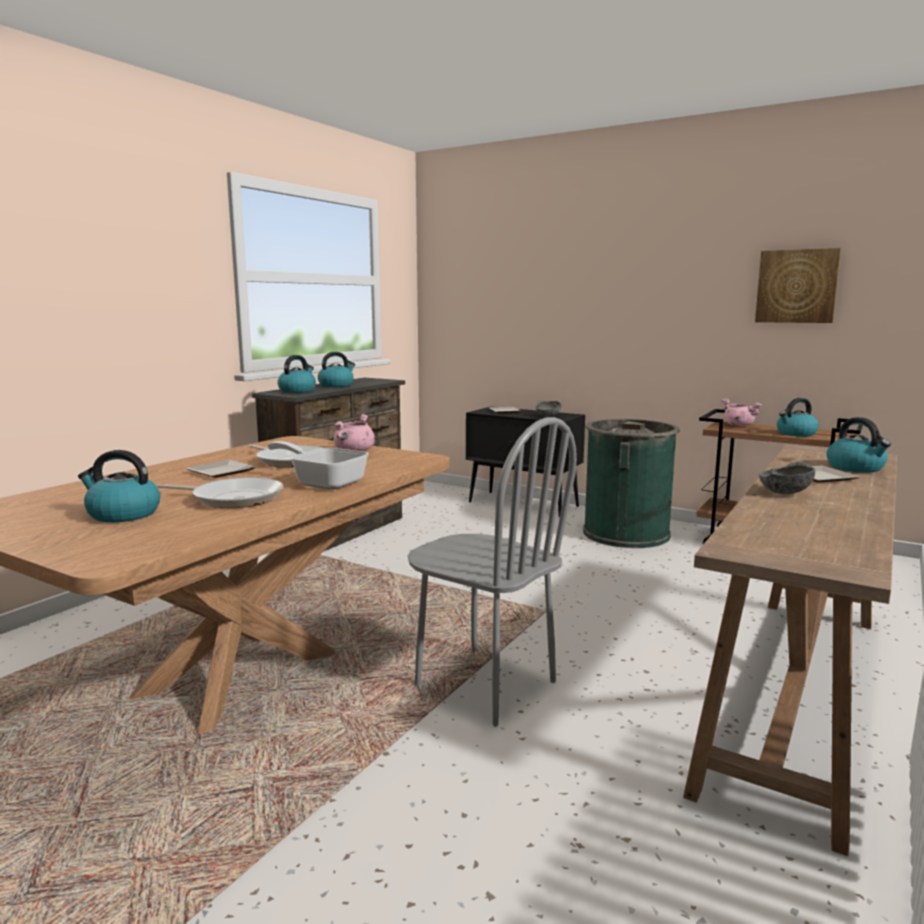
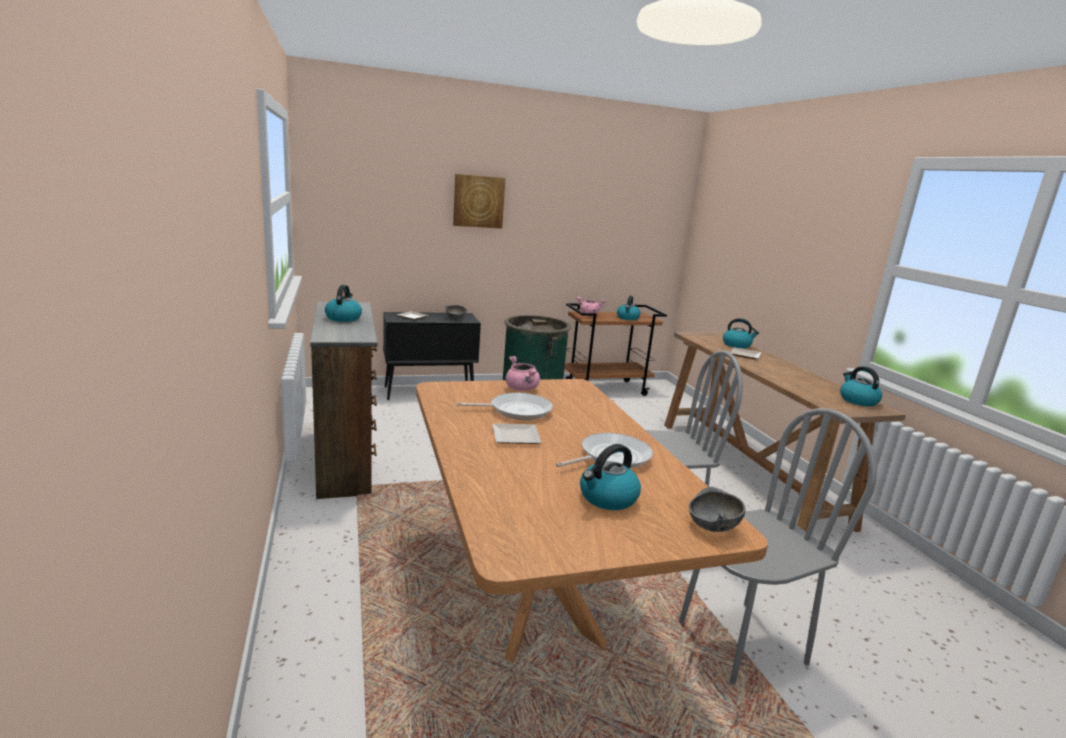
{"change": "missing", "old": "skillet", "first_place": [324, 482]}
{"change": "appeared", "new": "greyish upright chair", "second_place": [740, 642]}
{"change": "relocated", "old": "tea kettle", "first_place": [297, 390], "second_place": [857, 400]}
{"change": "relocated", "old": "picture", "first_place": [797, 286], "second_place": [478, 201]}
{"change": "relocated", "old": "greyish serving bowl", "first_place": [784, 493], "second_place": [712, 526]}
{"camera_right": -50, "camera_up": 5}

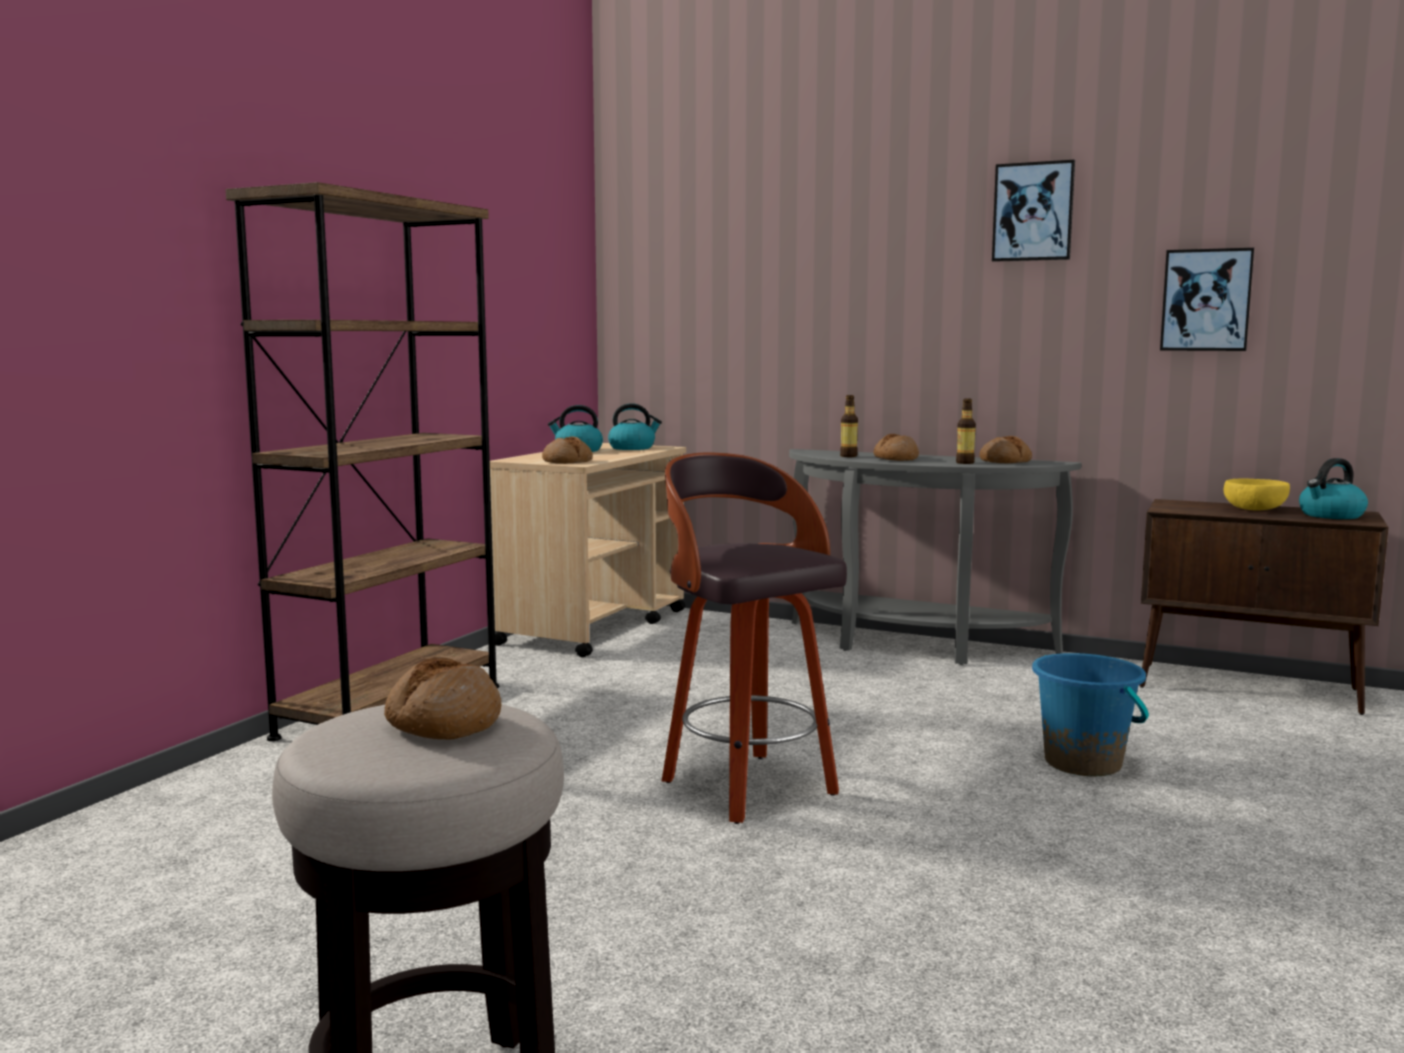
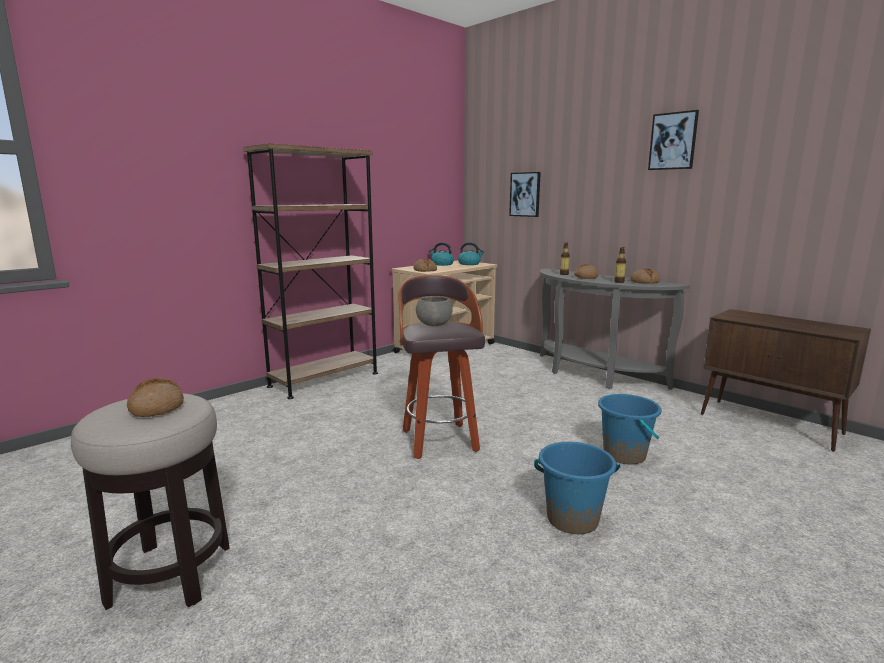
{"change": "missing", "old": "yellow-coloured serving bowl", "first_place": [1255, 509]}
{"change": "missing", "old": "tea kettle", "first_place": [1331, 515]}
{"change": "appeared", "new": "greyish serving bowl", "second_place": [434, 325]}
{"change": "appeared", "new": "blue-coloured water bucket", "second_place": [572, 519]}
{"change": "relocated", "old": "picture", "first_place": [1206, 300], "second_place": [525, 194]}
{"camera_right": 20, "camera_up": 5}

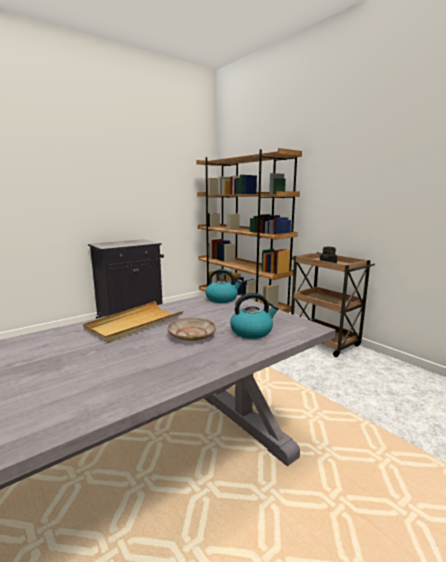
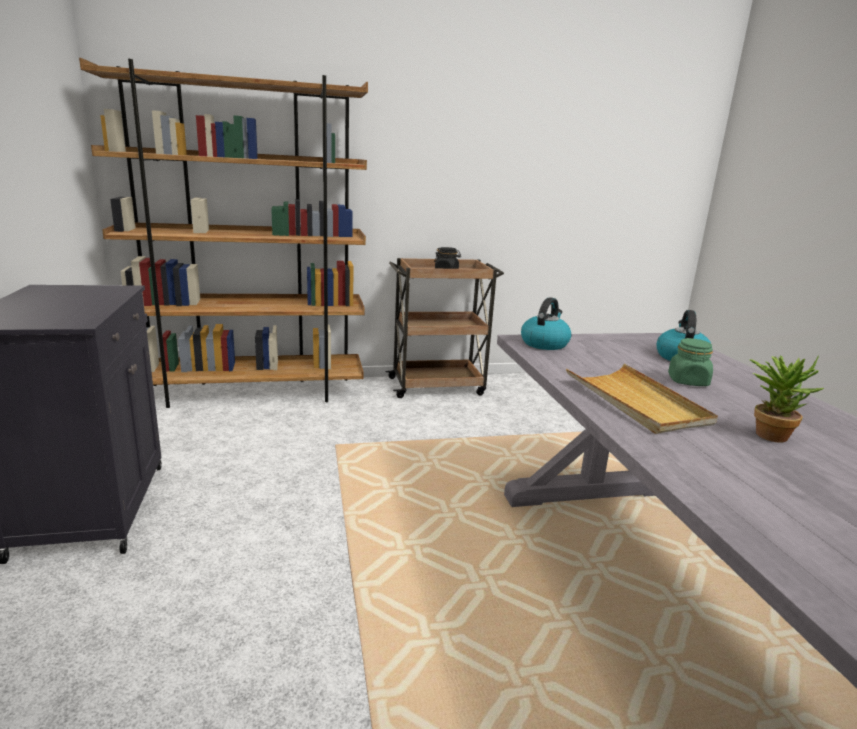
{"change": "appeared", "new": "potted plant", "second_place": [769, 433]}
{"change": "exchanged", "old": "beige-coloured dinner plate", "new": "green preserve jar", "first_place": [192, 335], "second_place": [688, 381]}
{"camera_right": -65, "camera_up": 5}

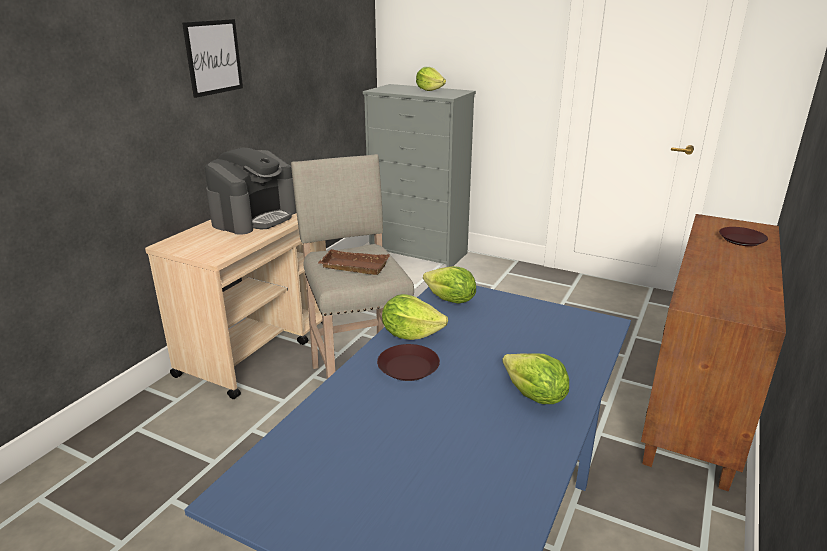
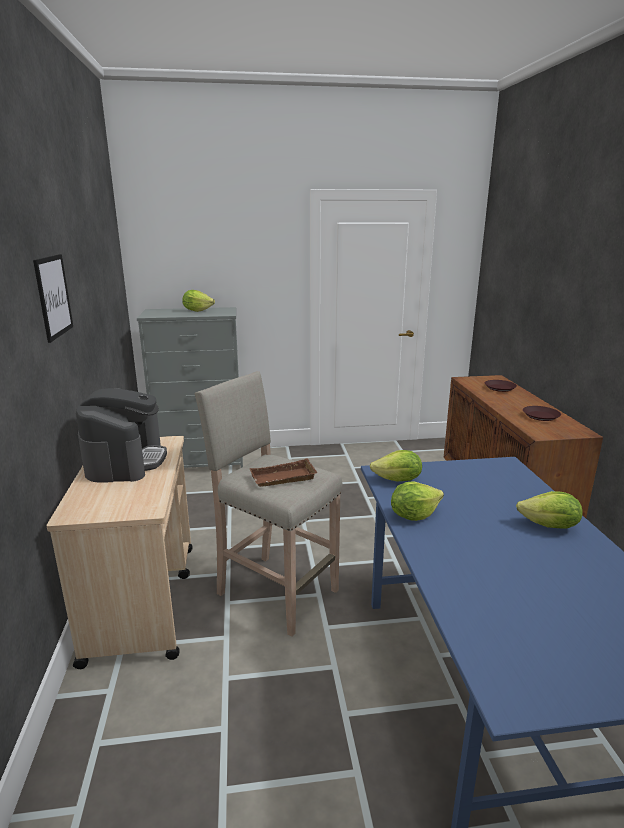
{"change": "relocated", "old": "brownish dinner plate", "first_place": [408, 368], "second_place": [541, 416]}
{"camera_right": -35, "camera_up": -5}

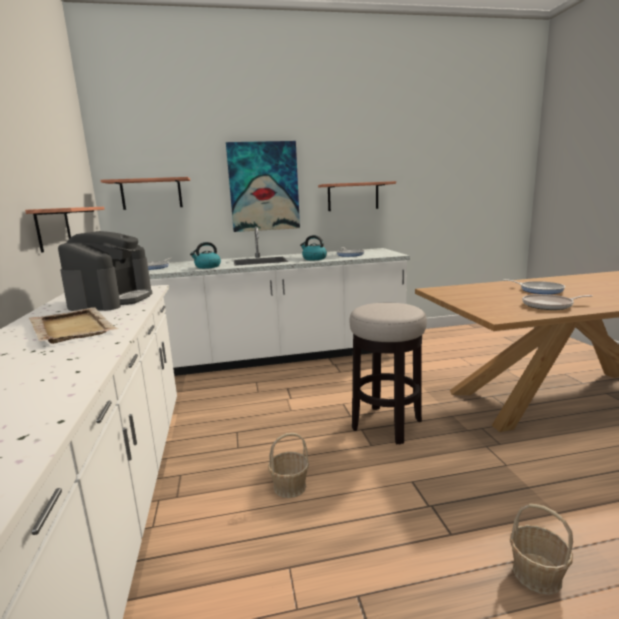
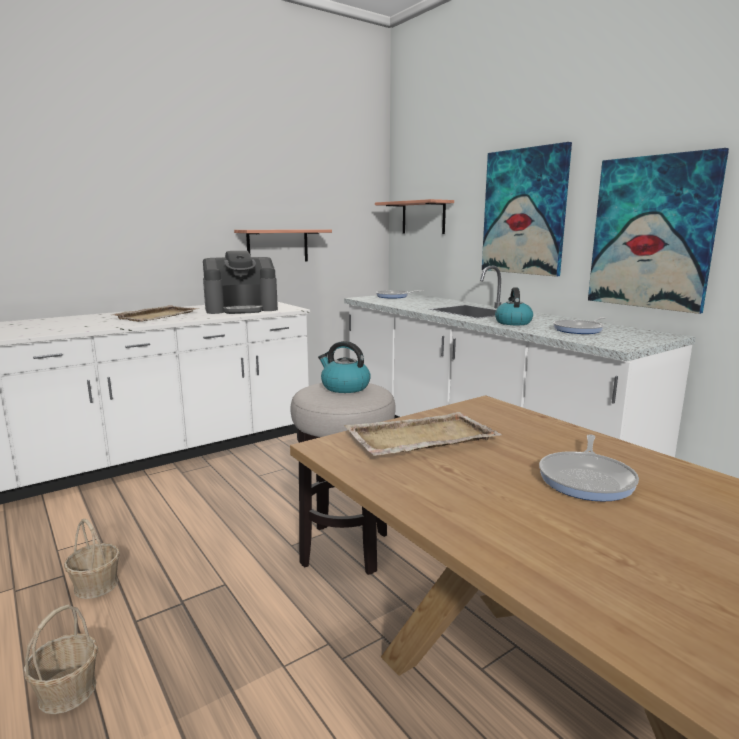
{"change": "missing", "old": "skillet", "first_place": [549, 306]}
{"change": "appeared", "new": "beige-coloured tray", "second_place": [419, 438]}
{"change": "relocated", "old": "tea kettle", "first_place": [207, 267], "second_place": [344, 387]}
{"change": "relocated", "old": "storage basket", "first_place": [289, 486], "second_place": [96, 585]}
{"change": "exchanged", "old": "bracket shelf", "new": "picture", "first_place": [353, 196], "second_place": [652, 233]}
{"camera_right": 65, "camera_up": 0}

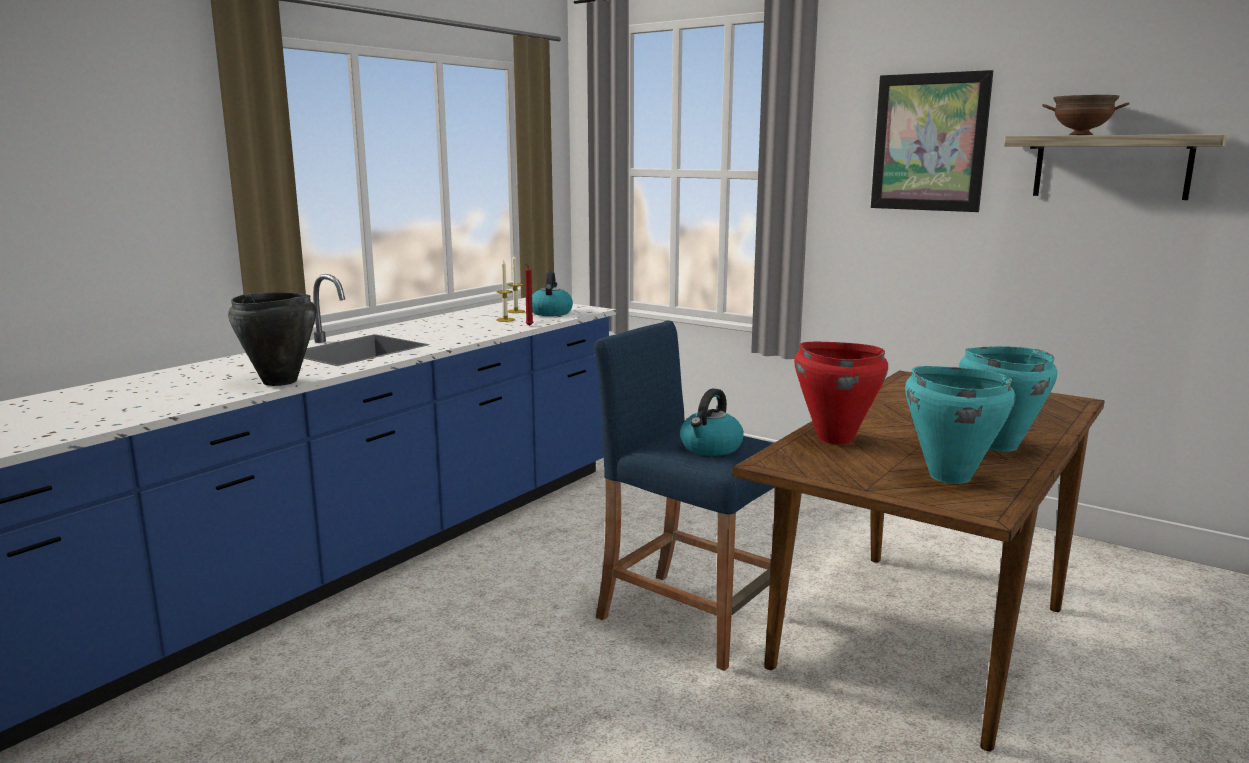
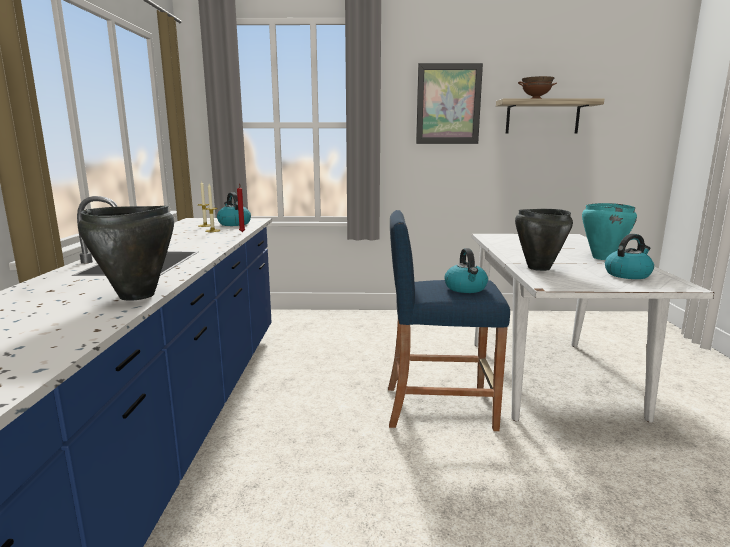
{"change": "exchanged", "old": "blue-green stockpot", "new": "tea kettle", "first_place": [949, 476], "second_place": [627, 274]}
{"change": "colour", "old": "brownish kitchen table", "new": "white-coloured kitchen table", "first_place": [920, 637], "second_place": [550, 377]}
{"change": "colour", "old": "reddish stockpot", "new": "blackish stockpot", "first_place": [834, 438], "second_place": [538, 268]}
{"camera_right": -35, "camera_up": 0}

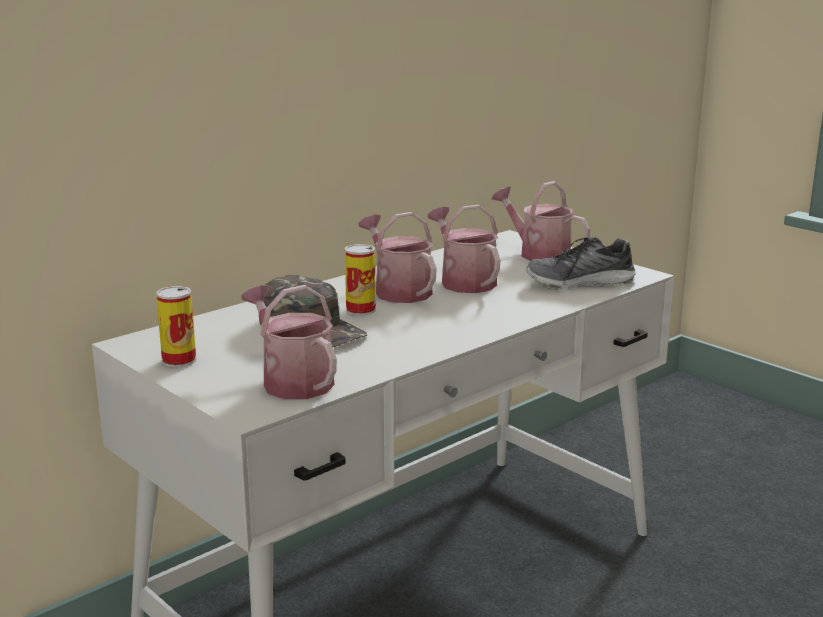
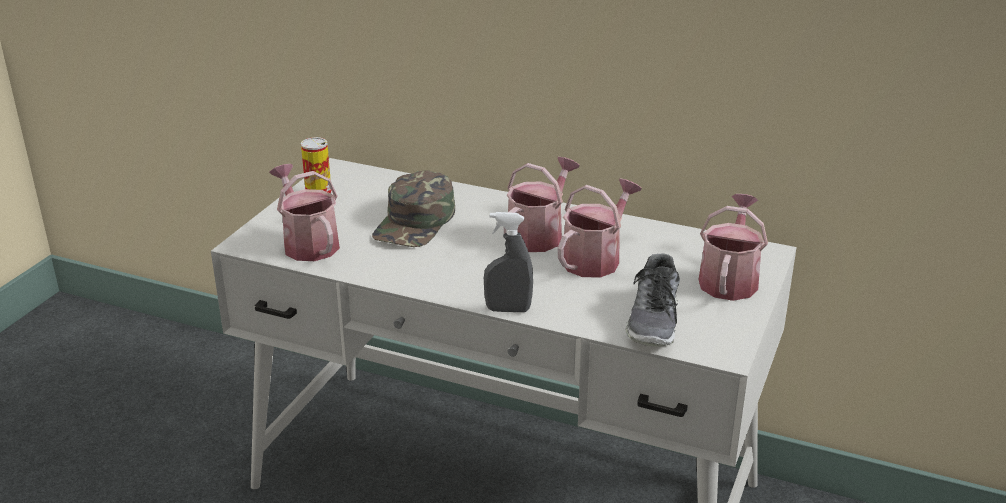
{"change": "missing", "old": "metal can", "first_place": [360, 310]}
{"change": "appeared", "new": "greyish sprayer", "second_place": [508, 309]}
{"change": "spun", "old": "sprinkling can", "first_place": [292, 380], "second_place": [308, 243], "degrees": -60}
{"change": "spun", "old": "item of footwear", "first_place": [580, 283], "second_place": [654, 320], "degrees": -135}
{"camera_right": 65, "camera_up": 10}

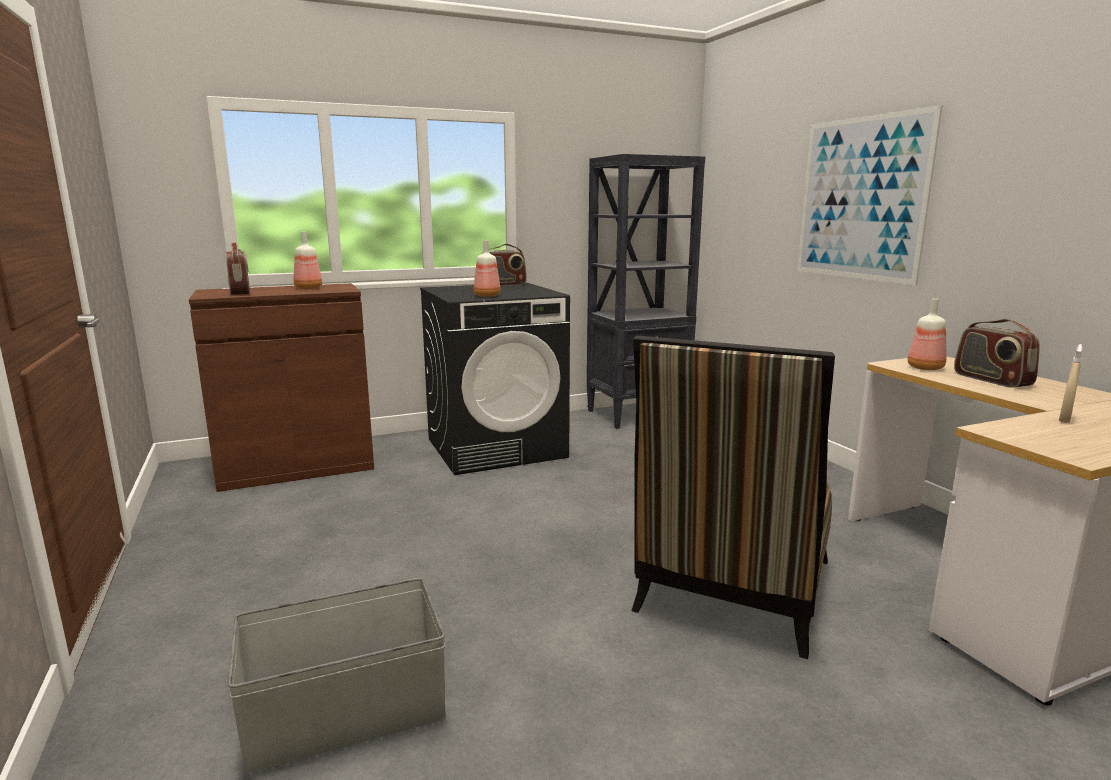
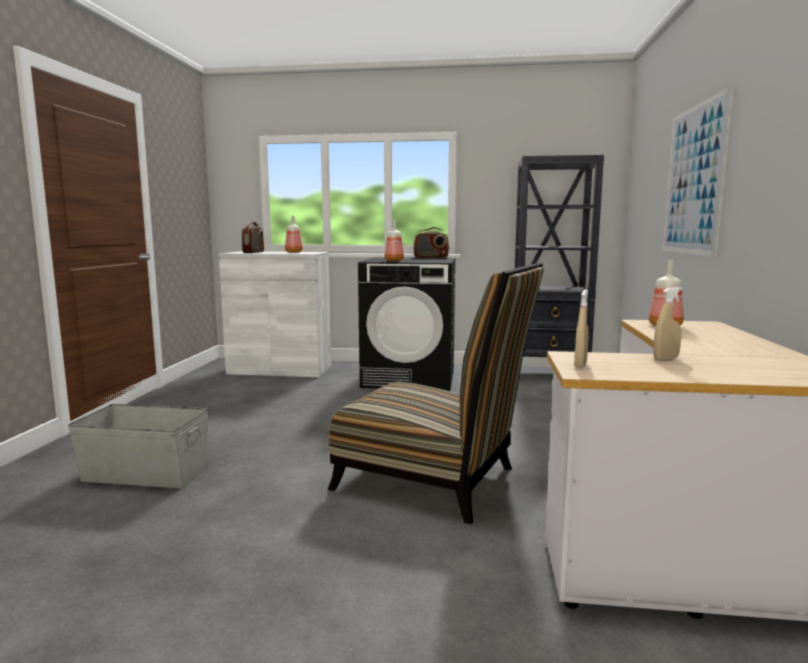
{"change": "missing", "old": "radio set", "first_place": [991, 380]}
{"change": "appeared", "new": "beige-coloured sprayer", "second_place": [580, 365]}
{"change": "colour", "old": "brownish cabinet", "new": "white-coloured cabinet", "first_place": [297, 467], "second_place": [280, 370]}
{"change": "spun", "old": "upright chair", "first_place": [731, 592], "second_place": [435, 481], "degrees": -120}
{"camera_right": 30, "camera_up": -5}

